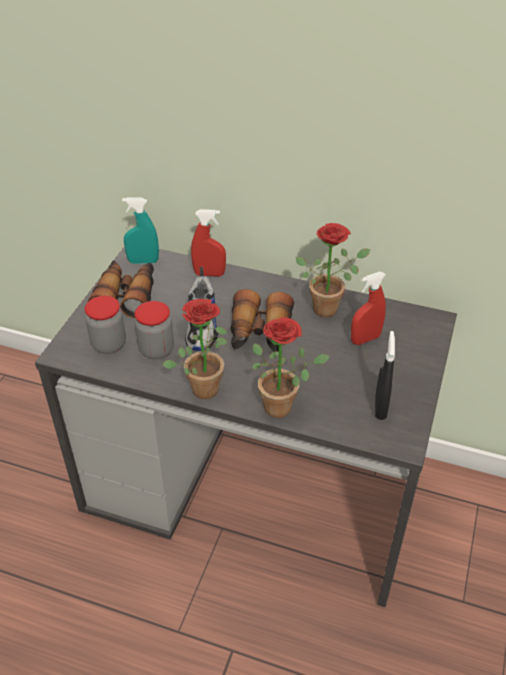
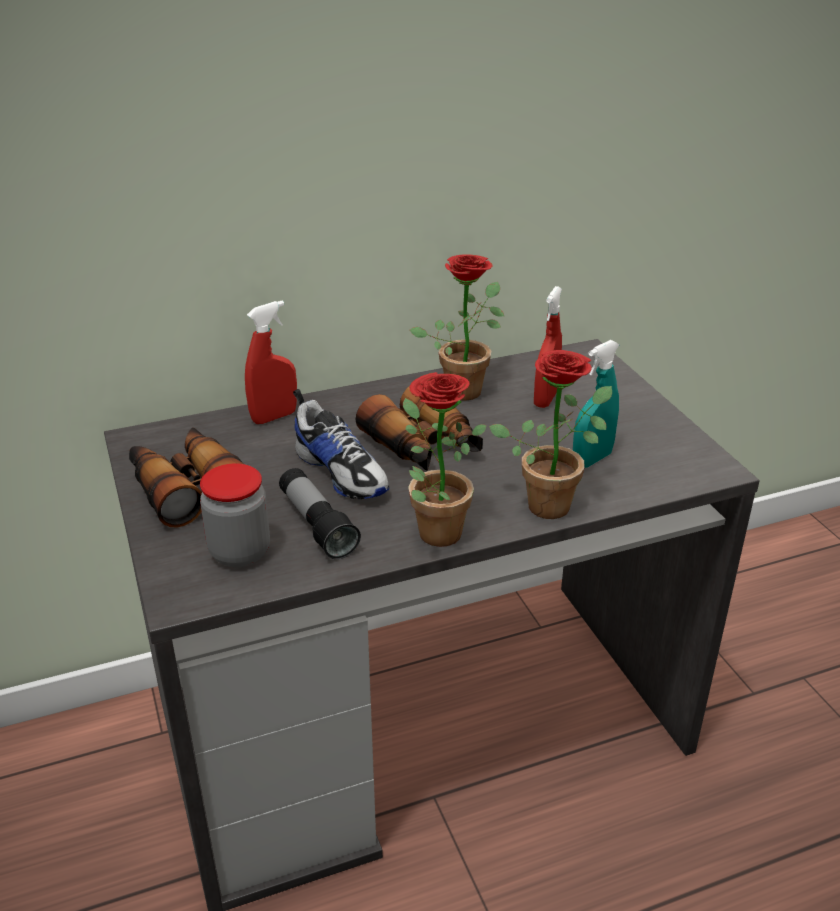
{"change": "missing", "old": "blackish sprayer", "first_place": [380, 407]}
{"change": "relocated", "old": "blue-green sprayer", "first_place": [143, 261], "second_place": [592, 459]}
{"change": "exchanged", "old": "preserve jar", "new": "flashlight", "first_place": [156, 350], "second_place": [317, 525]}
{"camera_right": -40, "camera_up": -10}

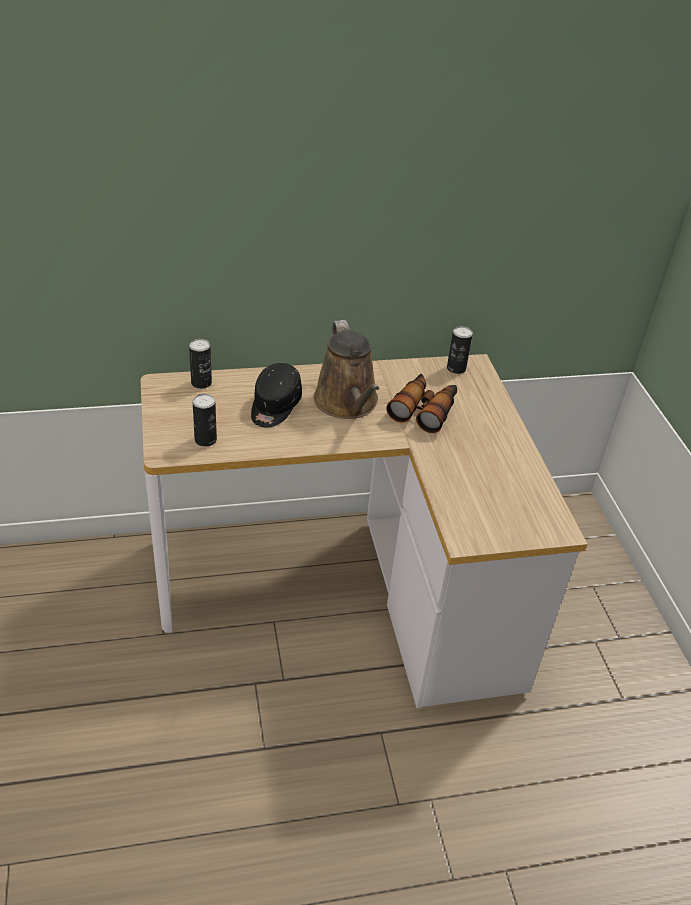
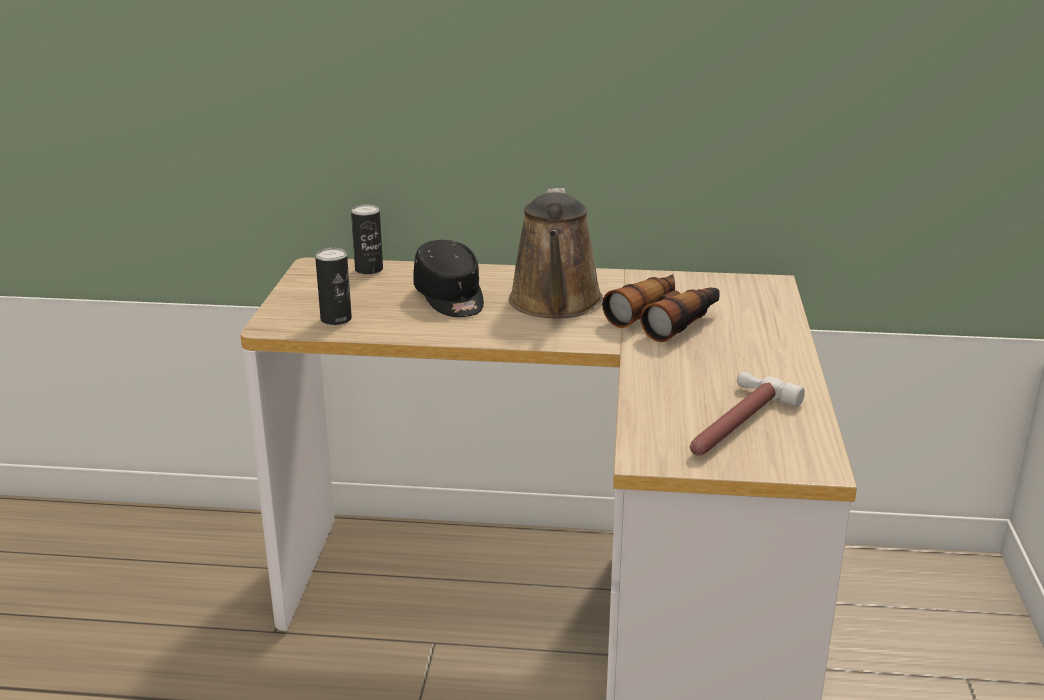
{"change": "missing", "old": "metal can", "first_place": [456, 368]}
{"change": "appeared", "new": "tool hammer", "second_place": [733, 424]}
{"change": "spun", "old": "blackish baseball cap", "first_place": [274, 406], "second_place": [451, 298], "degrees": -60}
{"camera_right": 20, "camera_up": -15}

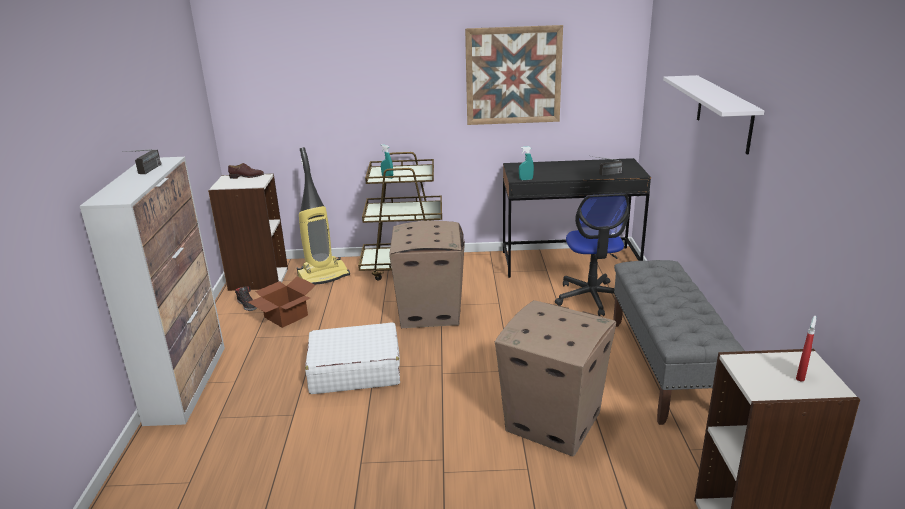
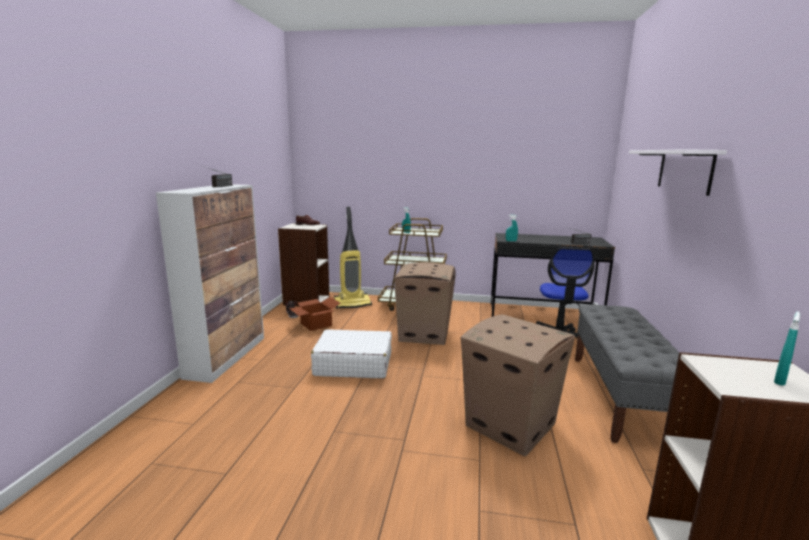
{"change": "missing", "old": "picture", "first_place": [513, 76]}
{"change": "colour", "old": "reddish sprayer", "new": "blue-green sprayer", "first_place": [801, 375], "second_place": [779, 380]}
{"camera_right": 10, "camera_up": -10}

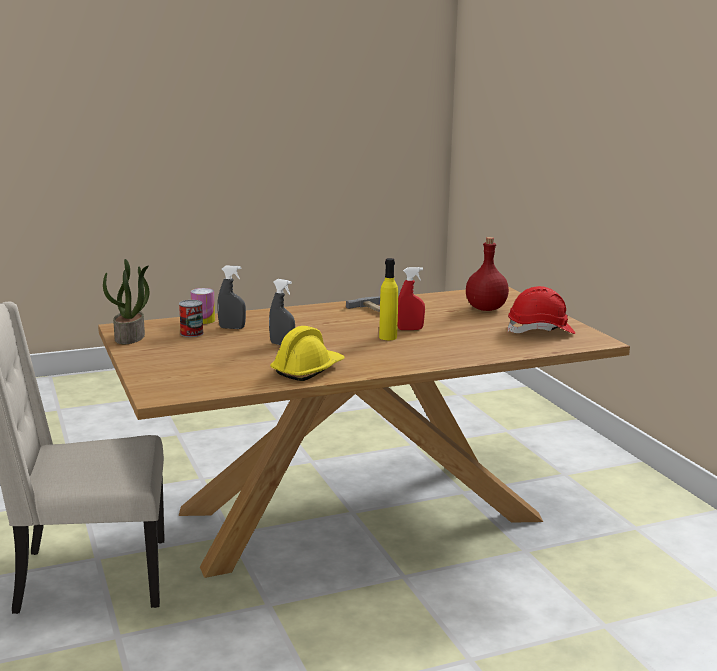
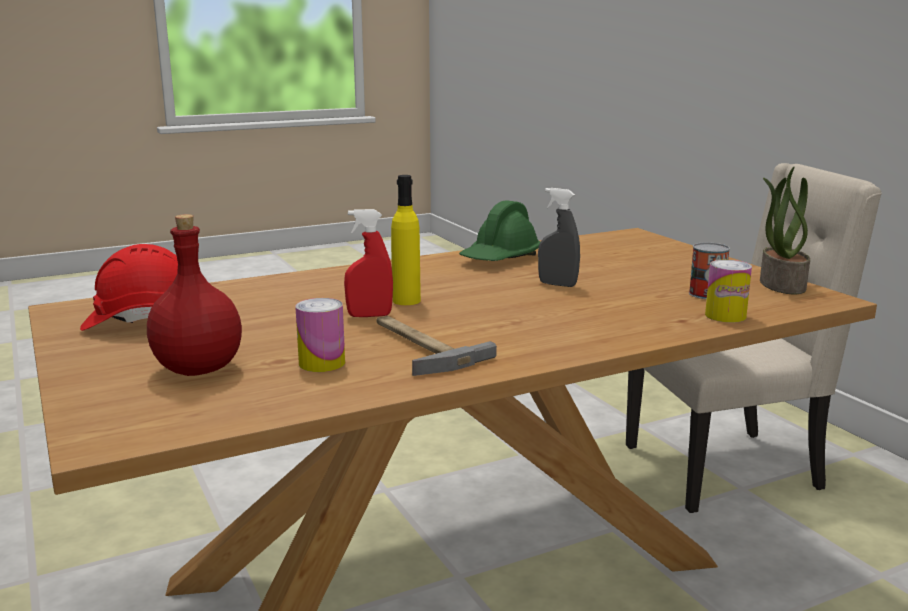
{"change": "missing", "old": "greyish sprayer", "first_place": [232, 328]}
{"change": "appeared", "new": "metal can", "second_place": [322, 363]}
{"change": "colour", "old": "yellow-coloured safety helmet", "new": "green safety helmet", "first_place": [308, 370], "second_place": [501, 258]}
{"camera_right": 175, "camera_up": 0}

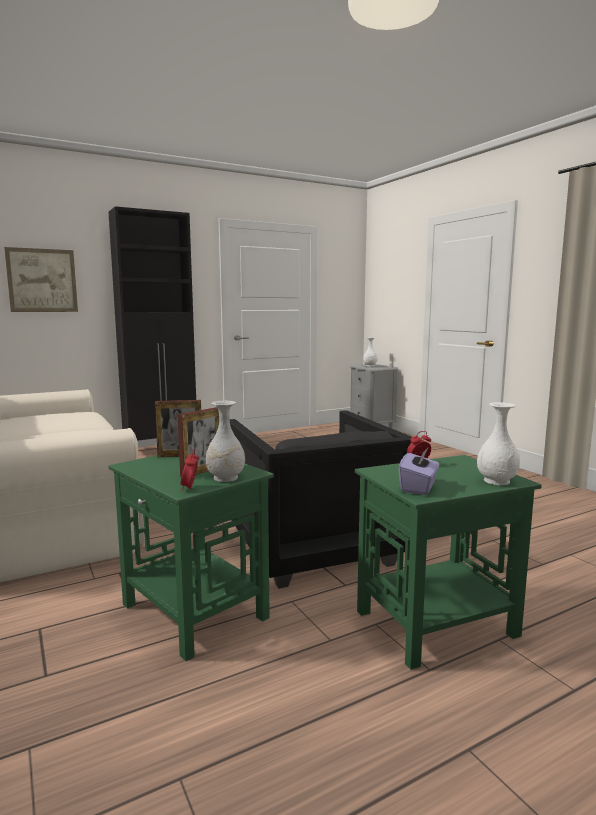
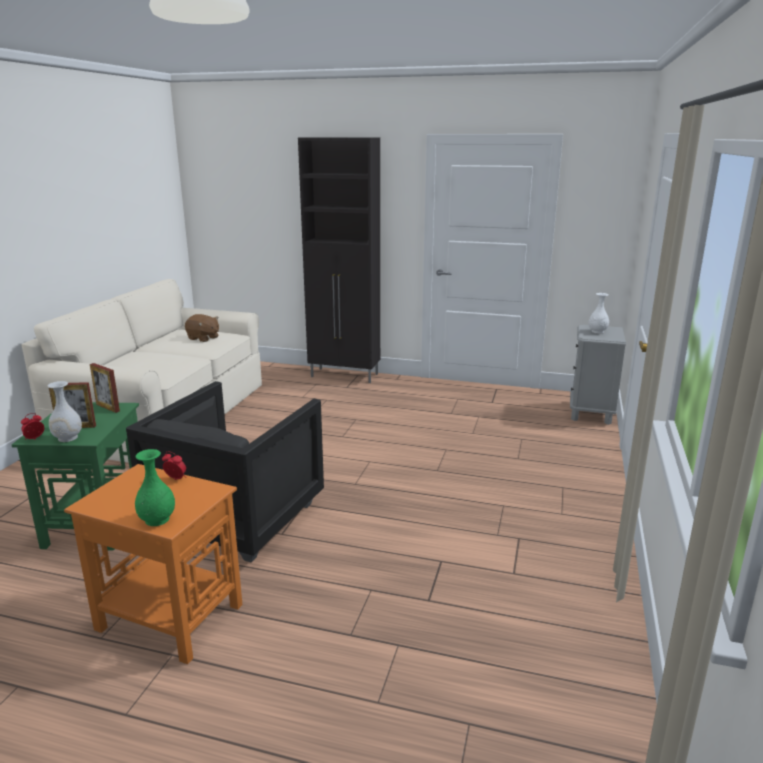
{"change": "missing", "old": "picture", "first_place": [42, 280]}
{"change": "missing", "old": "purplish tissue box", "first_place": [418, 487]}
{"change": "appeared", "new": "brownish soft toy", "second_place": [203, 338]}
{"change": "colour", "old": "green end table", "new": "orange end table", "first_place": [434, 623], "second_place": [168, 616]}
{"change": "colour", "old": "white-coloured flower vase", "new": "green flower vase", "first_place": [497, 481], "second_place": [157, 520]}
{"camera_right": 45, "camera_up": 10}

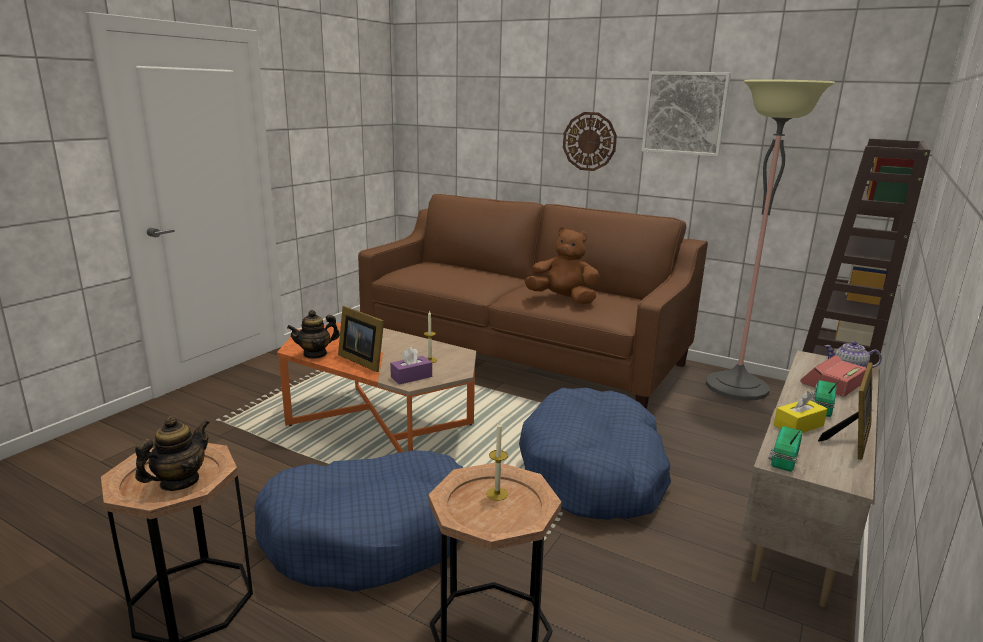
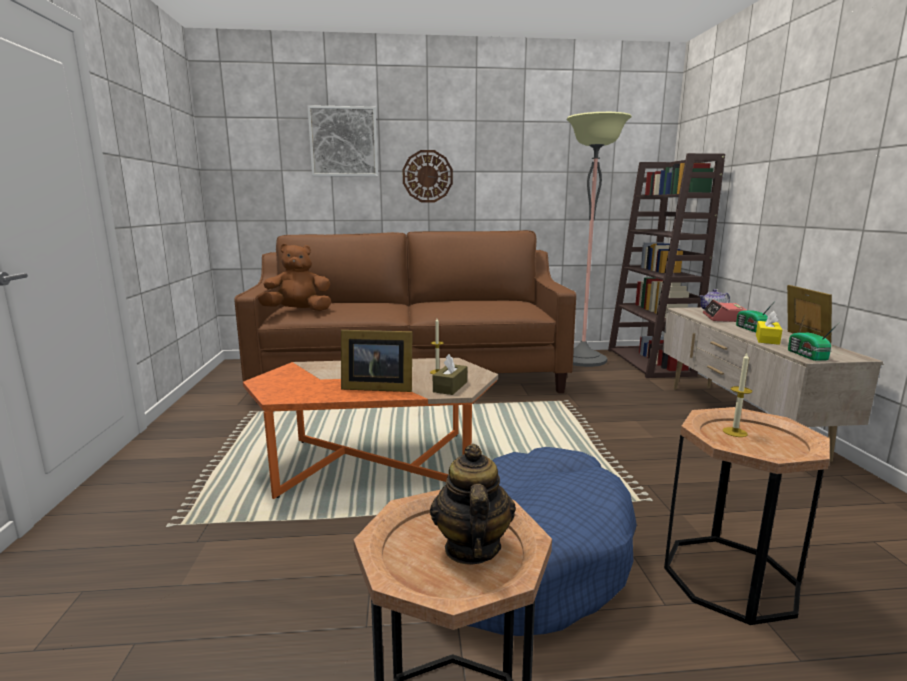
{"change": "missing", "old": "tea pot", "first_place": [315, 354]}
{"change": "missing", "old": "blue-coloured pet bed", "first_place": [594, 472]}
{"change": "relocated", "old": "brownish soft toy", "first_place": [563, 299], "second_place": [298, 311]}
{"change": "relocated", "old": "picture", "first_place": [684, 113], "second_place": [343, 142]}
{"change": "colour", "old": "purplish tissue box", "new": "brownish tissue box", "first_place": [411, 377], "second_place": [450, 387]}
{"camera_right": -35, "camera_up": -5}

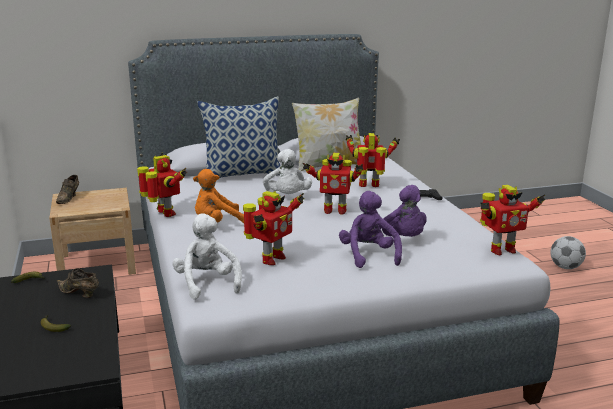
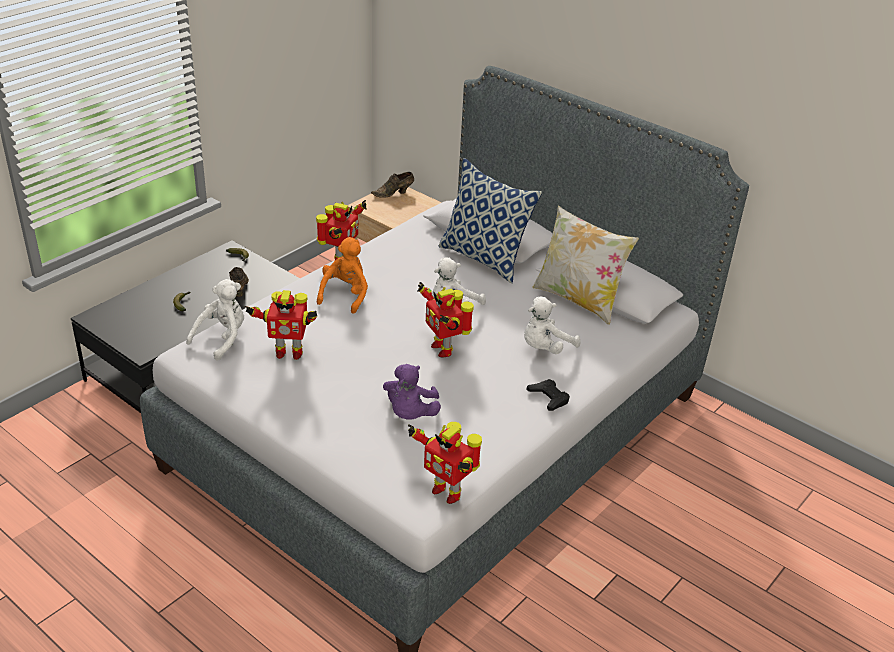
{"change": "missing", "old": "purplish soft toy", "first_place": [368, 255]}
{"change": "missing", "old": "football", "first_place": [565, 267]}
{"change": "exchanged", "old": "toy robot", "new": "white-coloured soft toy", "first_place": [369, 186], "second_place": [545, 348]}
{"change": "spun", "old": "orange soft toy", "first_place": [218, 223], "second_place": [345, 295], "degrees": 75}
{"camera_right": 55, "camera_up": 15}

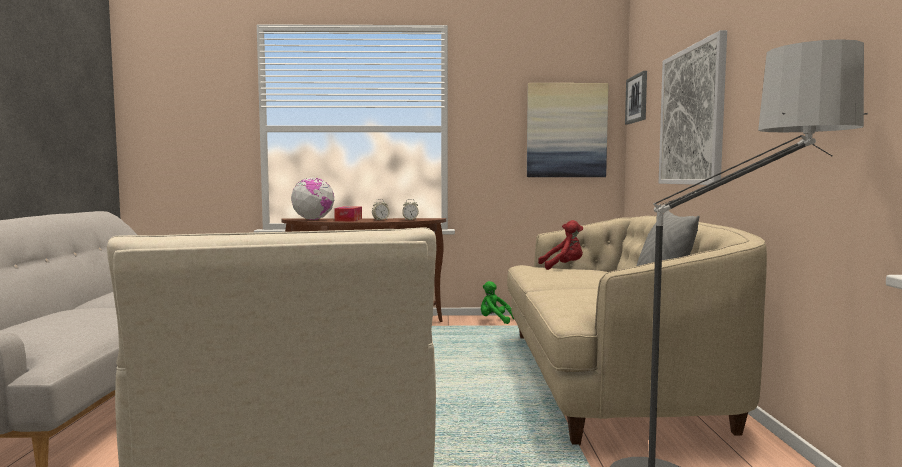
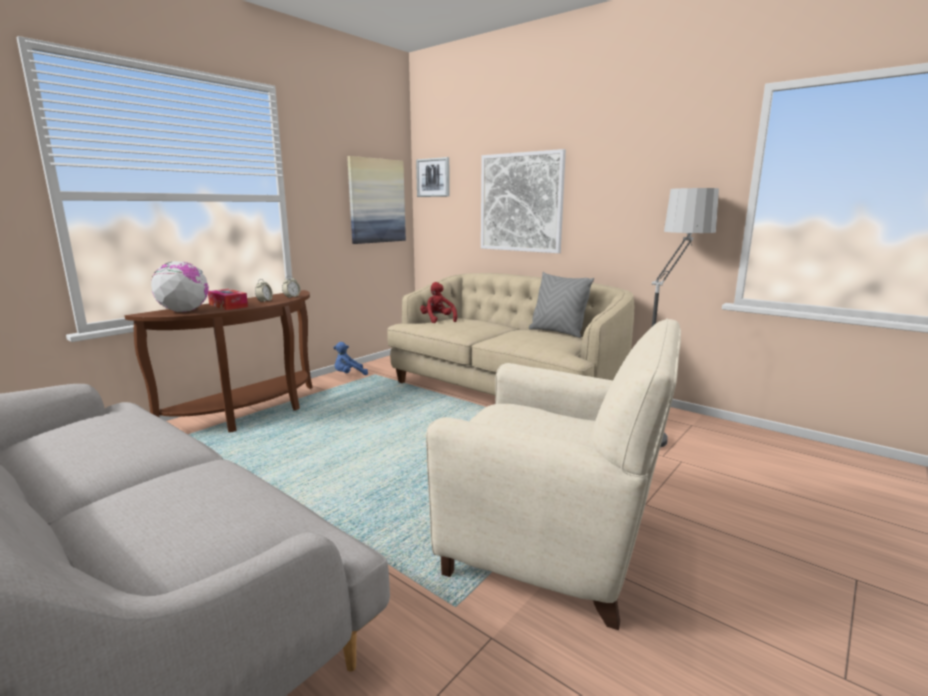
{"change": "colour", "old": "green soft toy", "new": "blue-coloured soft toy", "first_place": [495, 320], "second_place": [349, 375]}
{"change": "spun", "old": "reddish soft toy", "first_place": [563, 267], "second_place": [438, 320], "degrees": -60}
{"camera_right": -50, "camera_up": 10}

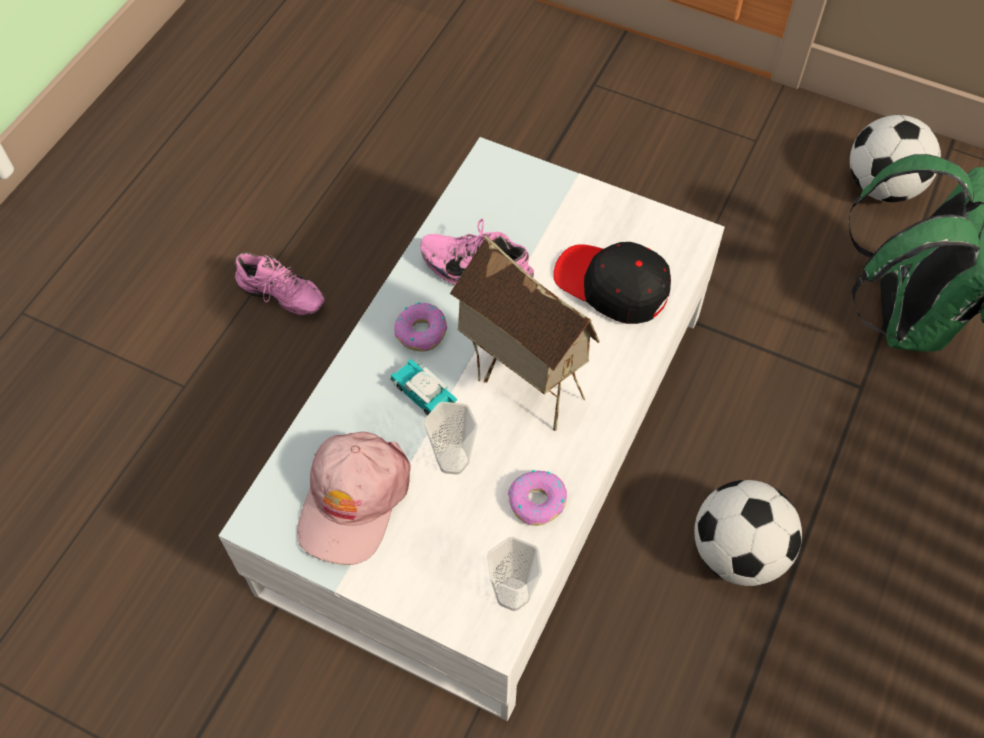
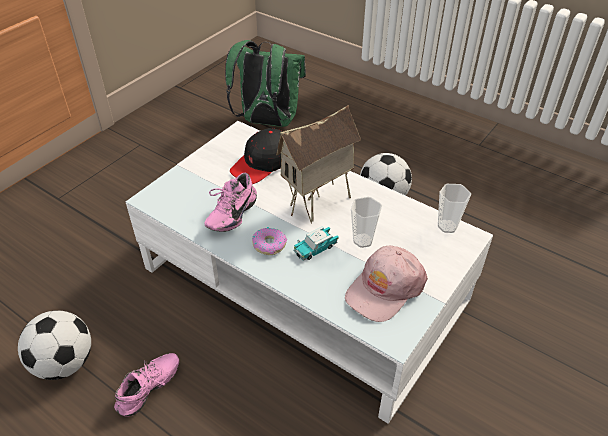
{"change": "missing", "old": "donut", "first_place": [537, 501]}
{"change": "relocated", "old": "football", "first_place": [882, 186], "second_place": [64, 363]}
{"change": "spun", "old": "pink baseball cap", "first_place": [353, 500], "second_place": [385, 288], "degrees": 105}
{"camera_right": -80, "camera_up": -15}

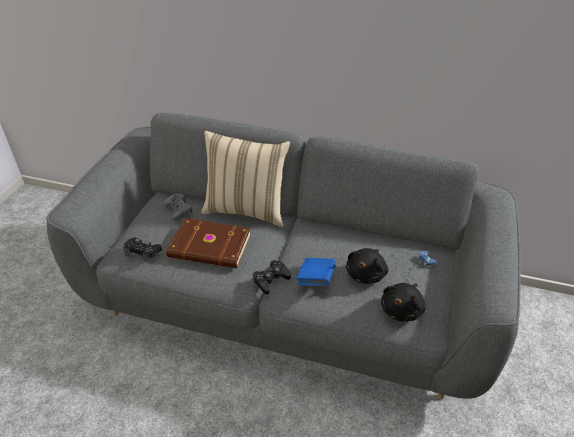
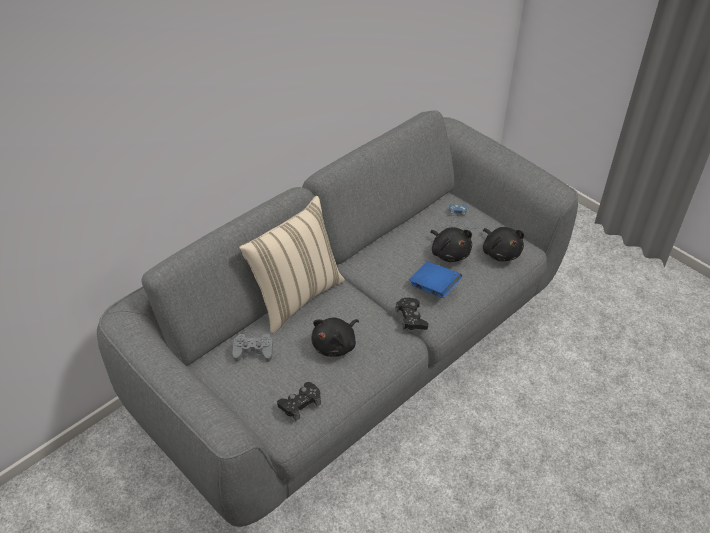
{"change": "exchanged", "old": "brownish volume", "new": "blackish soft toy", "first_place": [210, 247], "second_place": [336, 345]}
{"camera_right": -60, "camera_up": 5}

